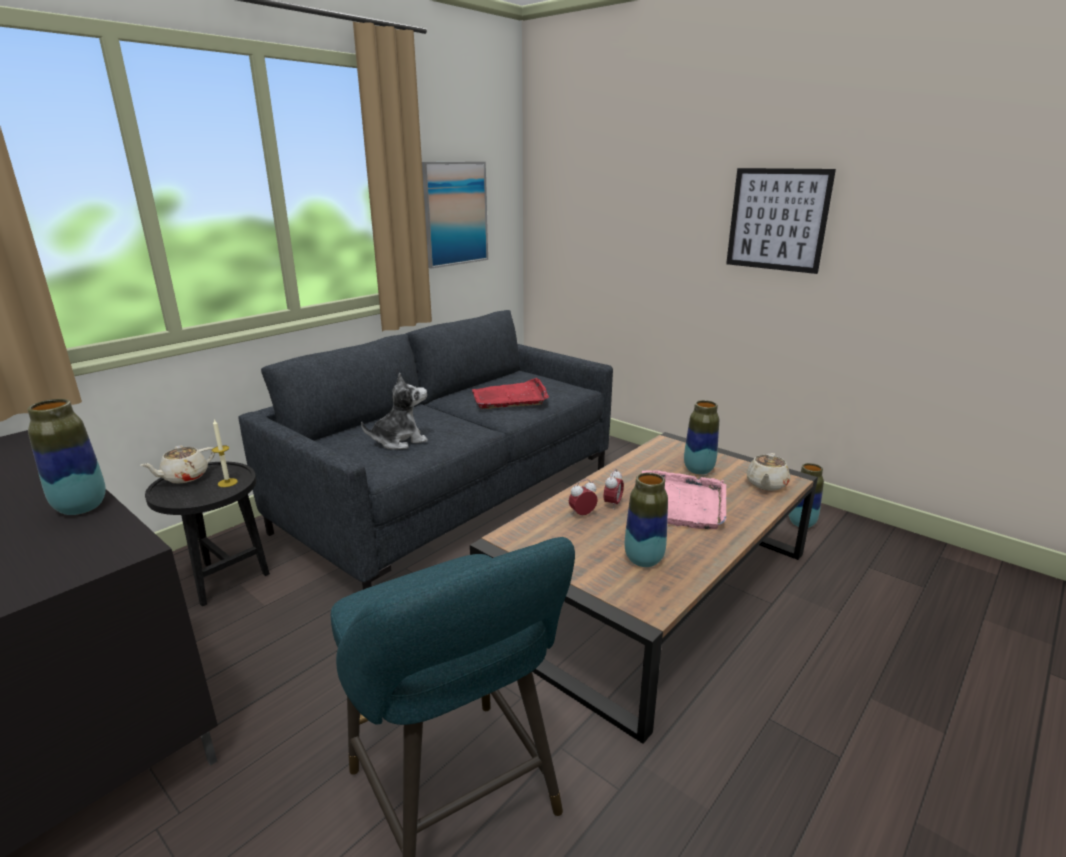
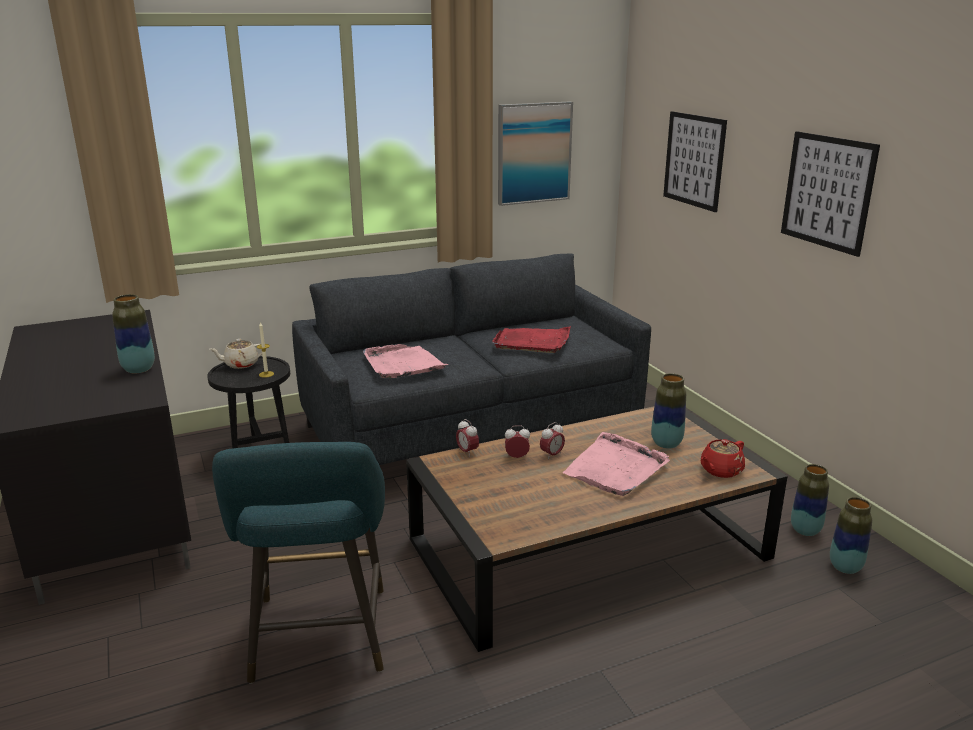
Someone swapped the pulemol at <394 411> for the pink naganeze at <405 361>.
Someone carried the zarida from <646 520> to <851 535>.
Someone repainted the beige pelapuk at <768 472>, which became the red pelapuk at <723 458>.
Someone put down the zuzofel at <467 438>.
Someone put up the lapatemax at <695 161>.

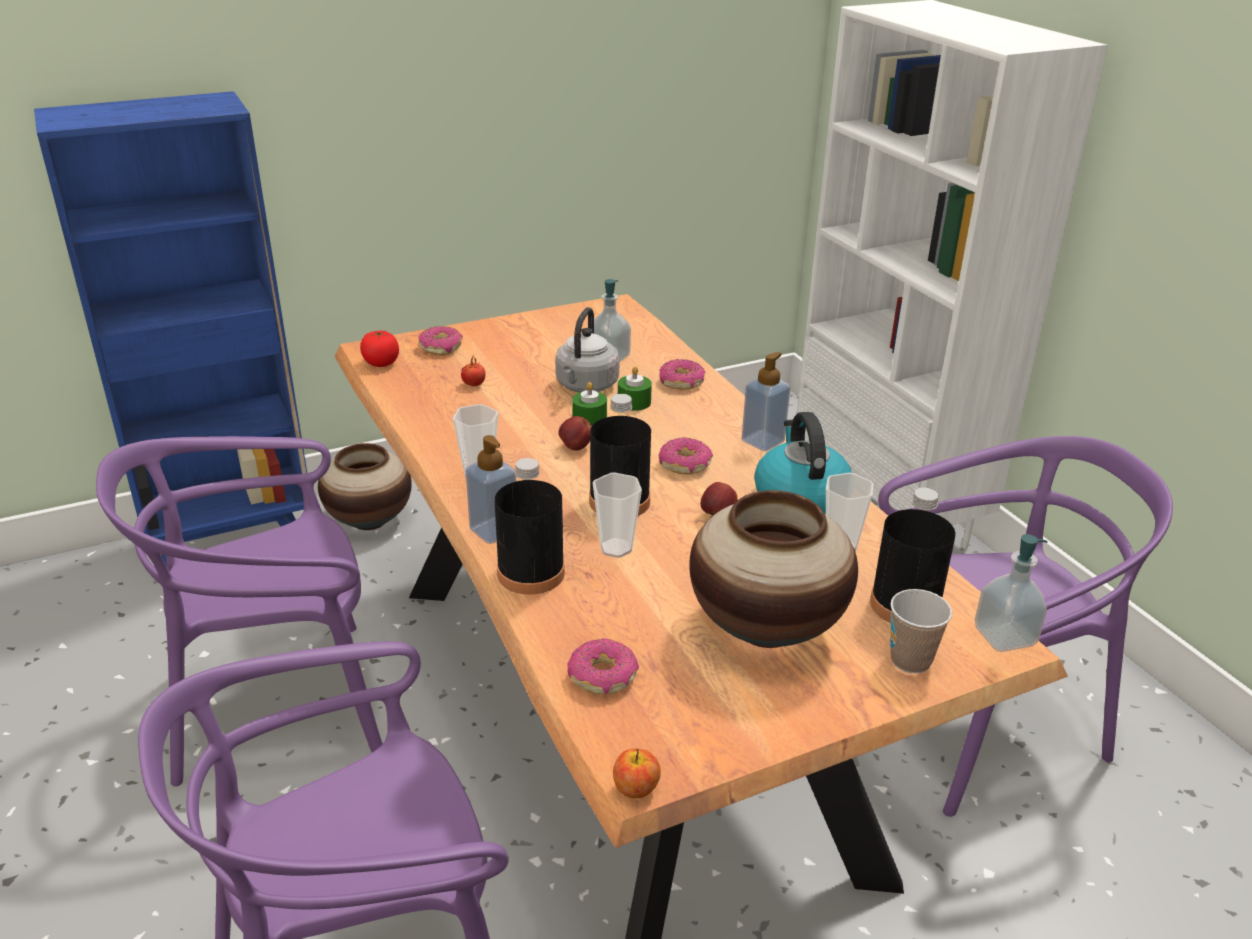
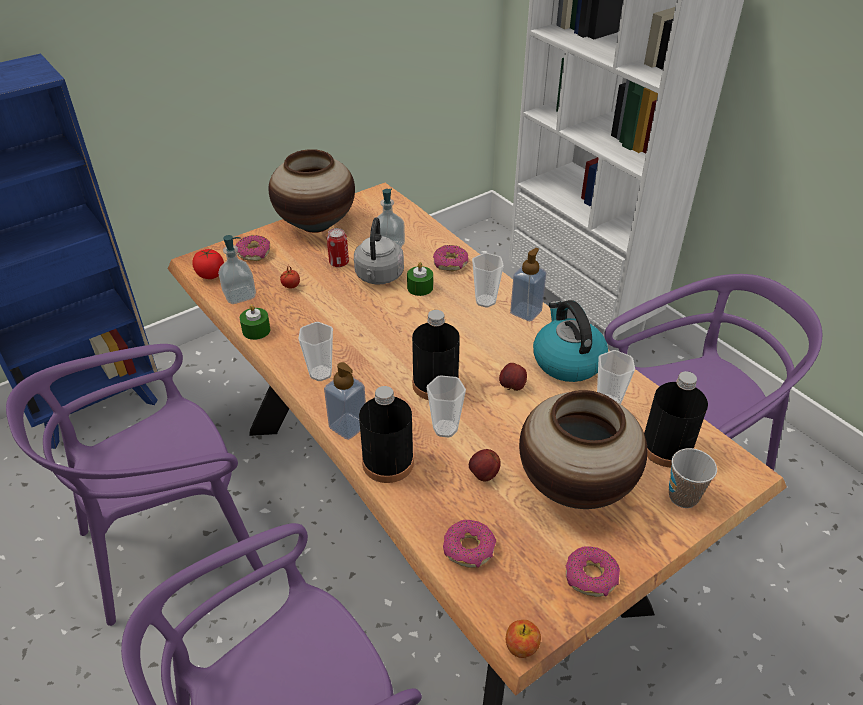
Someone carried the zarida from <365 486> to <311 191>.
Someone carried the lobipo from <575 433> to <485 465>.
Someone carried the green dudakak from <589 403> to <255 322>.
Someone carried the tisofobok from <686 455> to <592 571>.
Someone carried the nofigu from <1011 593> to <237 269>.
Someone put down the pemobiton at <338 247>.
Someone put down the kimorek at <488 280>.

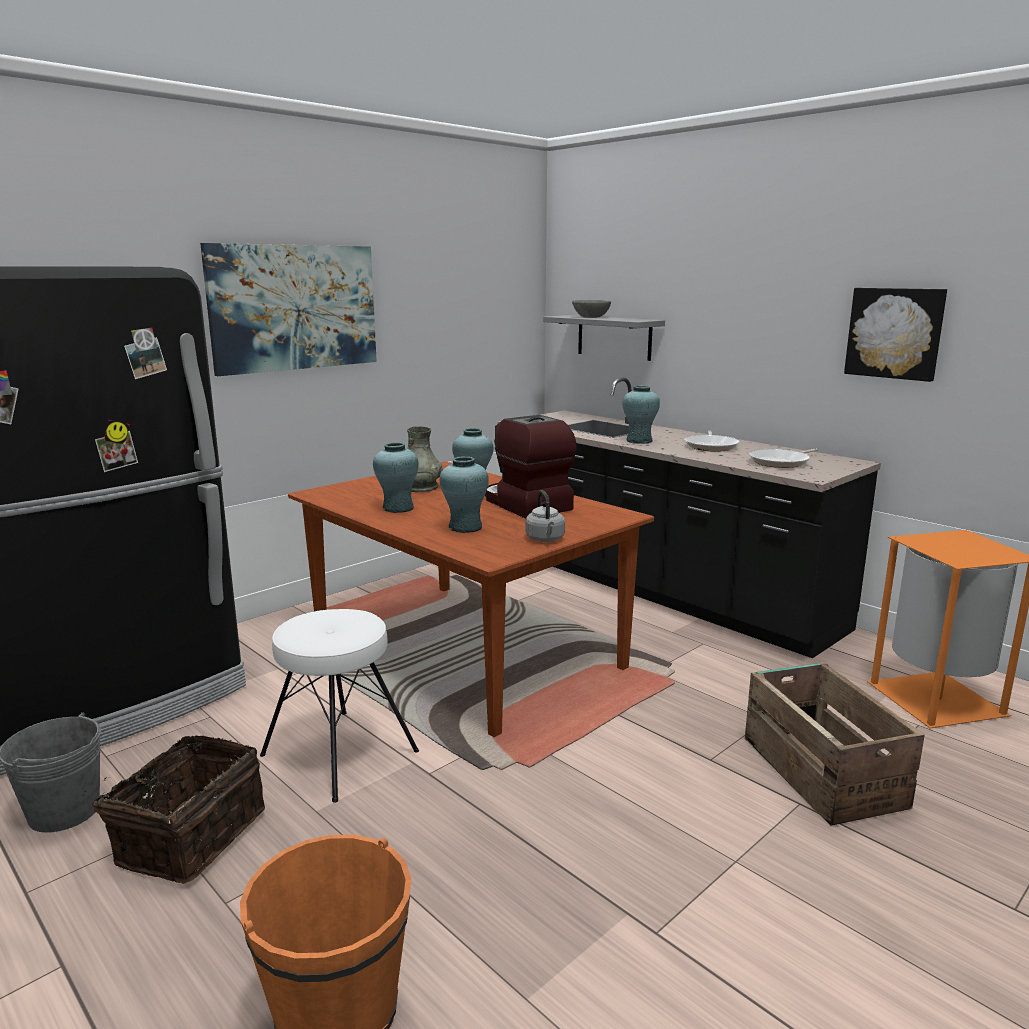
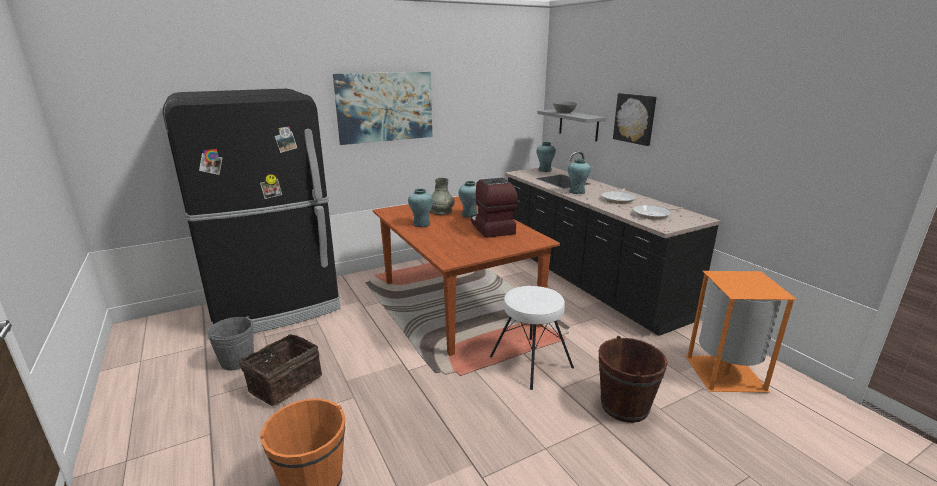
Someone carried the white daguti from <339 706> to <532 338>.
Someone carried the turquoise zarida from <464 494> to <546 157>.
Someone took away the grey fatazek at <545 516>.
Someone swapped the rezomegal at <835 744> for the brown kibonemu at <633 379>.
Someone carried the lapatemax from <895 335> to <635 119>.

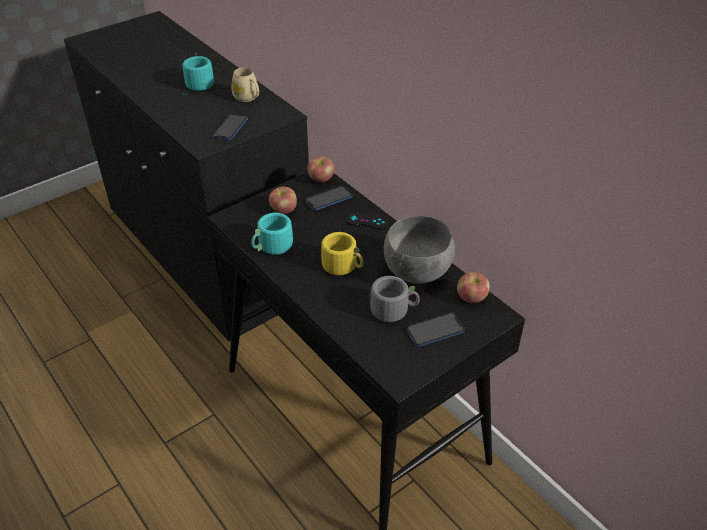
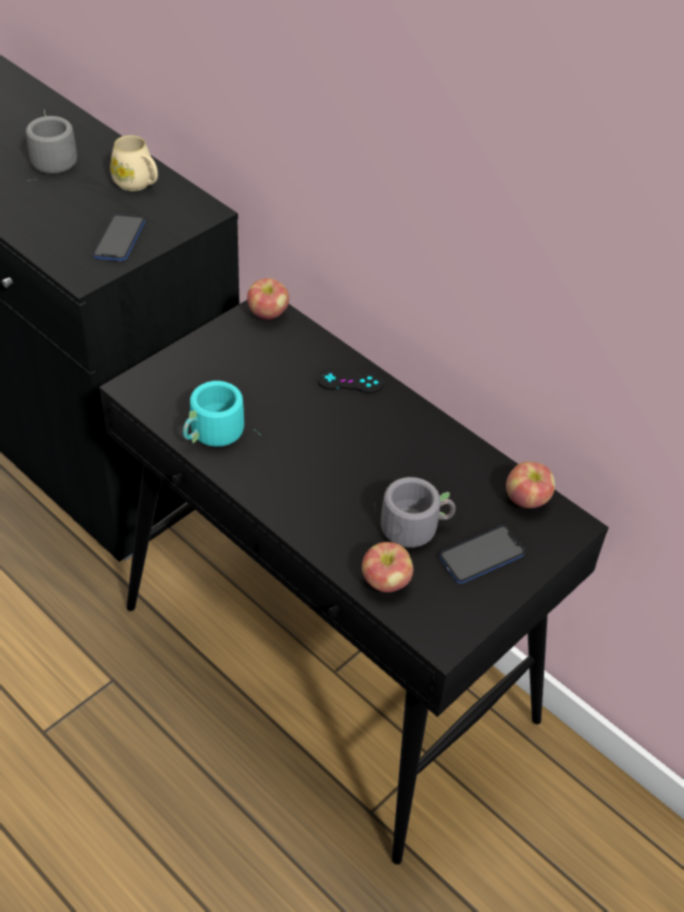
Someone repainted the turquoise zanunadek at <198 73>, which became the grey zanunadek at <51 145>.
Someone carried the lobipo from <283 200> to <387 567>.
Someone took away the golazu at <329 198>.
Someone took away the yellow zanunadek at <342 253>.
Someone took away the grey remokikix at <419 250>.

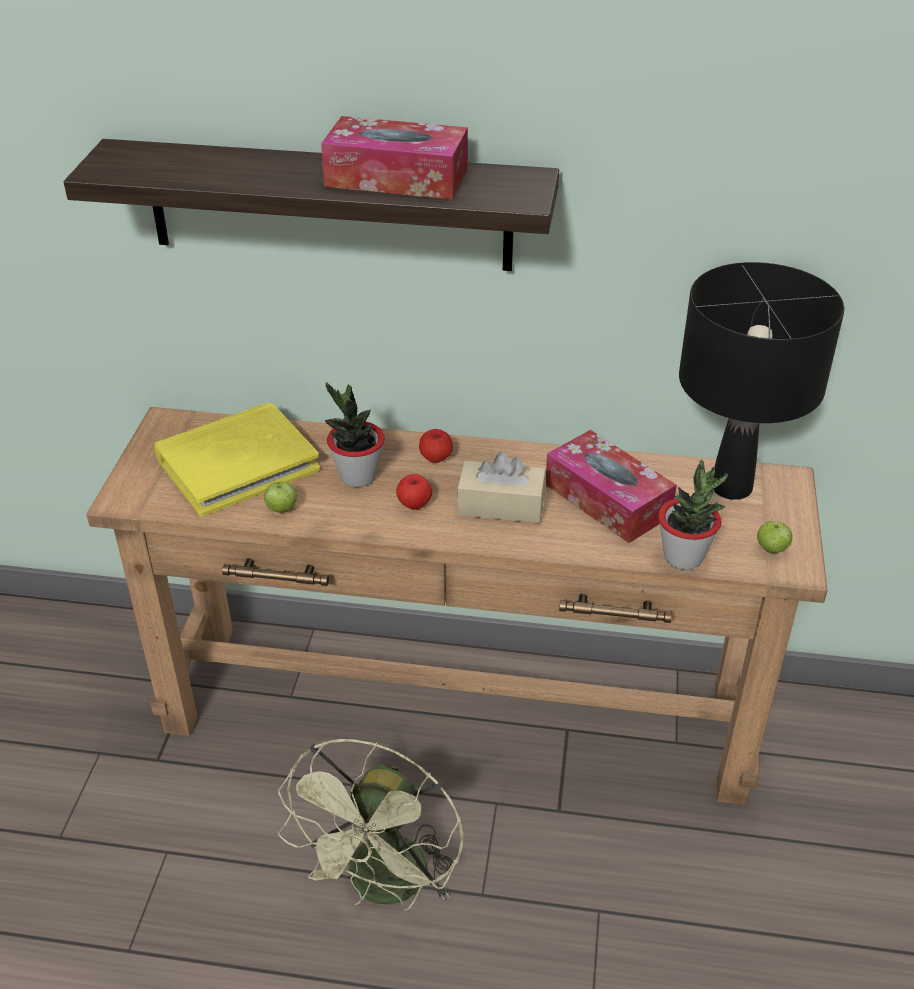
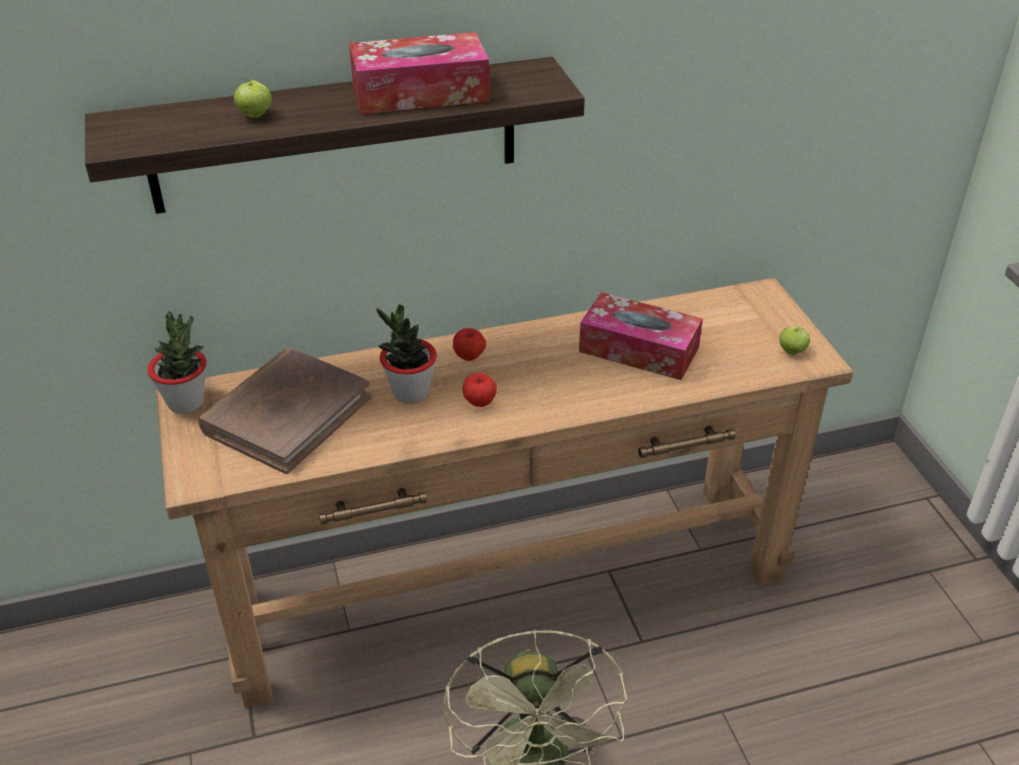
Someone repainted the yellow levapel at <237 460>, which became the brown levapel at <284 411>.
Someone carried the lobipo from <280 496> to <253 98>.
Someone took away the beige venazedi at <501 487>.
Someone carried the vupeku from <693 515> to <176 362>.
Someone took away the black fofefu at <761 381>.

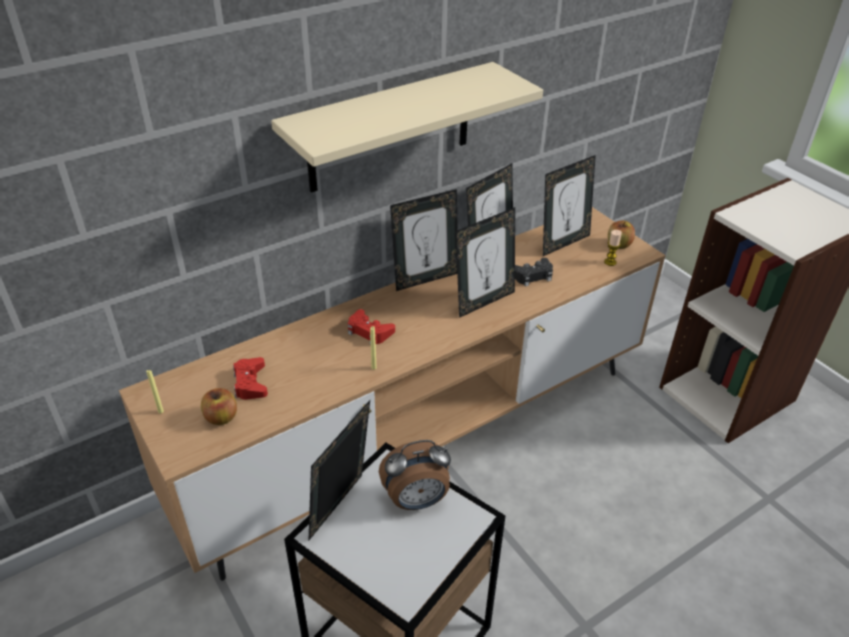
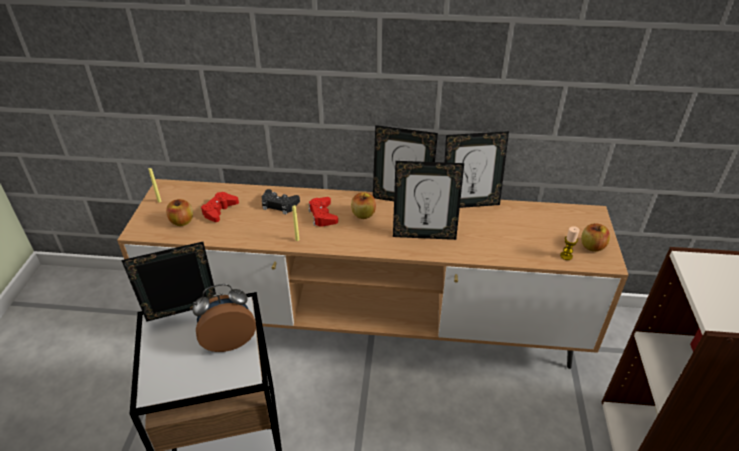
Someone took away the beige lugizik at <407 127>.
Someone rotated the zuzofel at <415 475> by 135 degrees clockwise.
Someone carried the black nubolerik from <534 272> to <281 201>.
Someone took away the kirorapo at <569 205>.
Someone put down the lobipo at <363 205>.

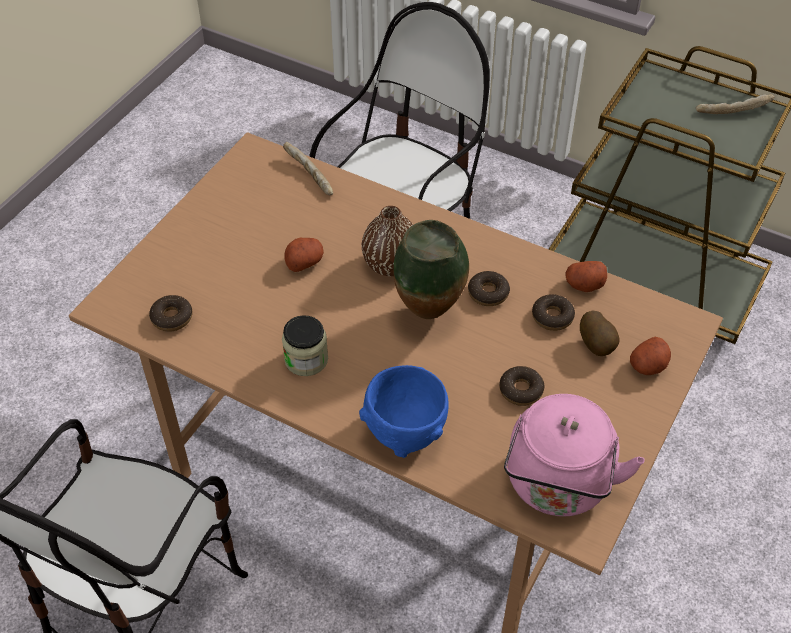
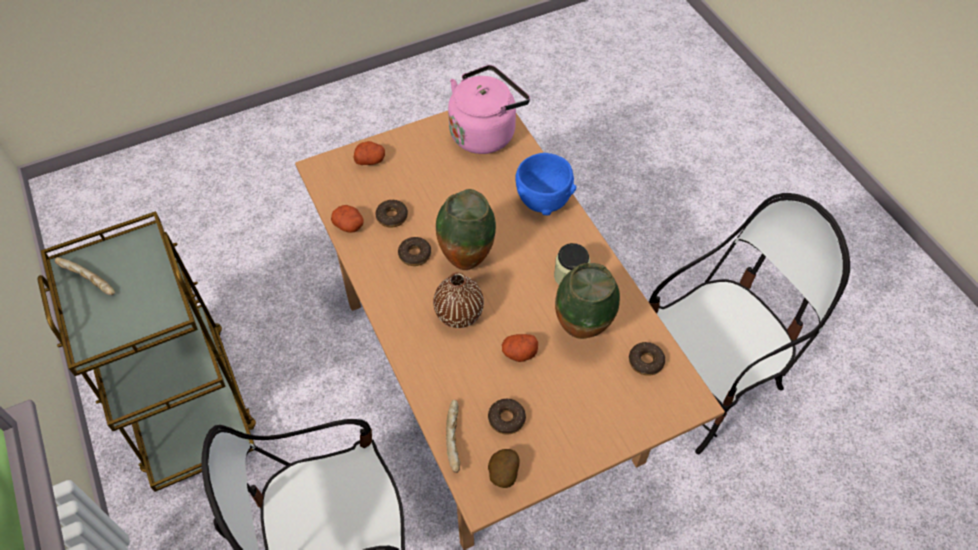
Someone carried the tisofobok from <522 386> to <507 417>.
Someone carried the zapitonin from <600 333> to <504 468>.
Someone put down the zarida at <587 301>.

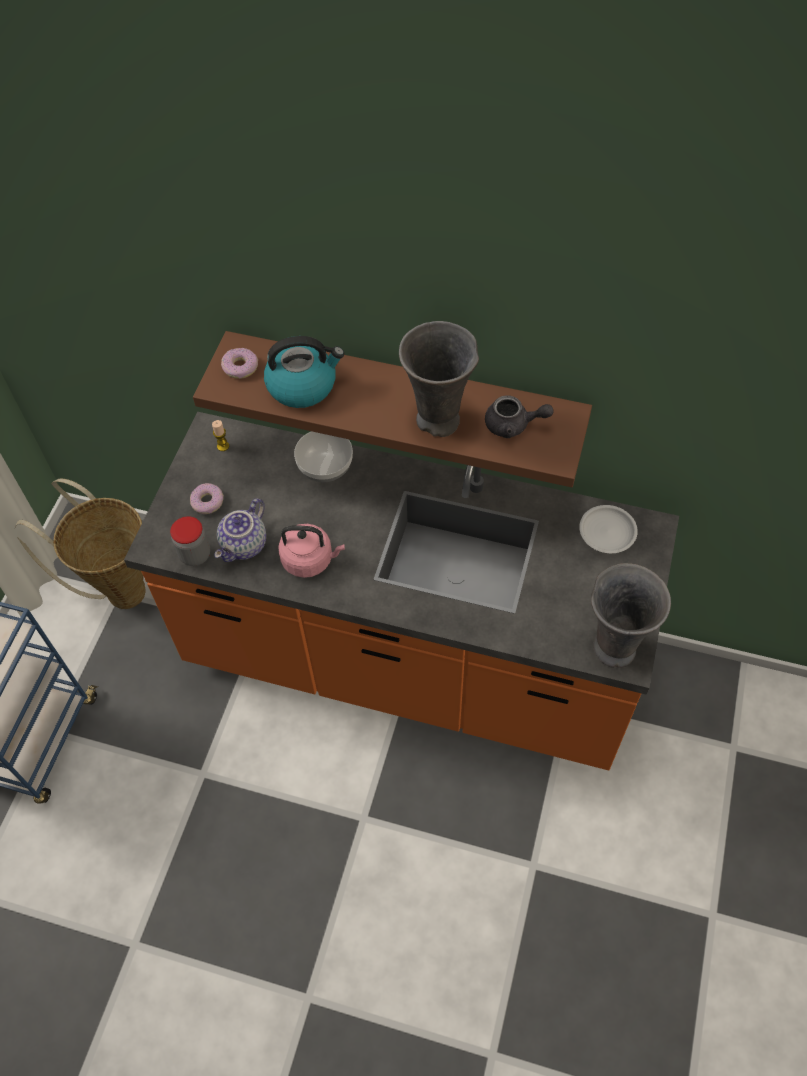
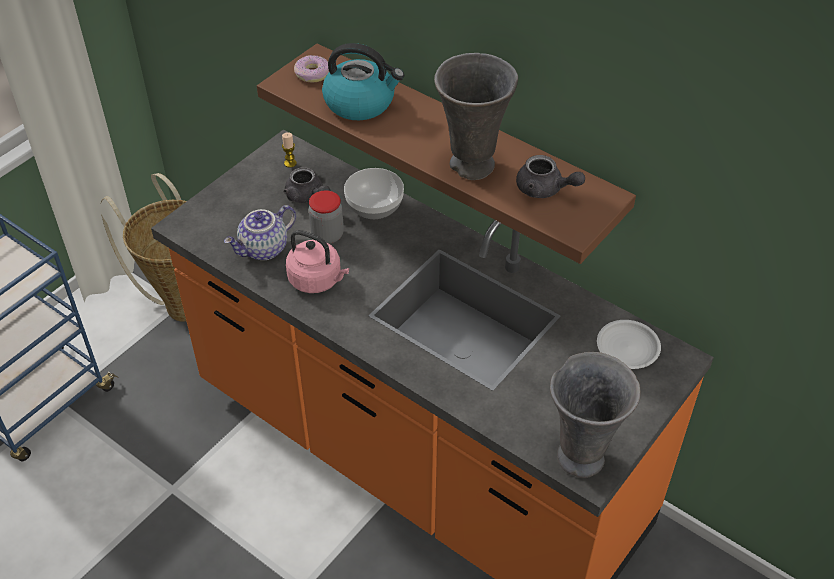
Someone carried the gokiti from <190 541> to <326 217>.
Someone took away the tisofobok at <207 498>.
Someone put down the grey pelapuk at <306 185>.

